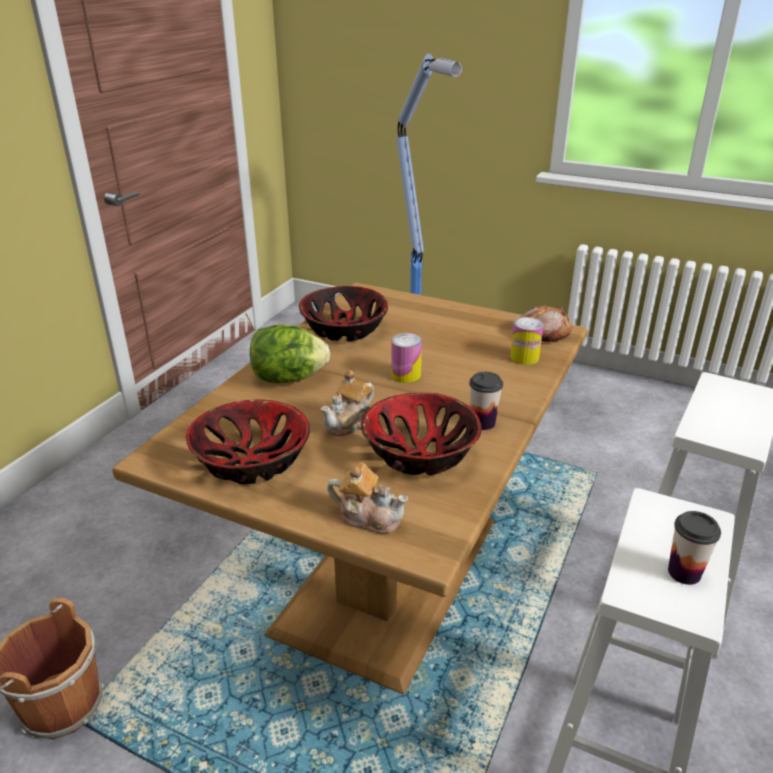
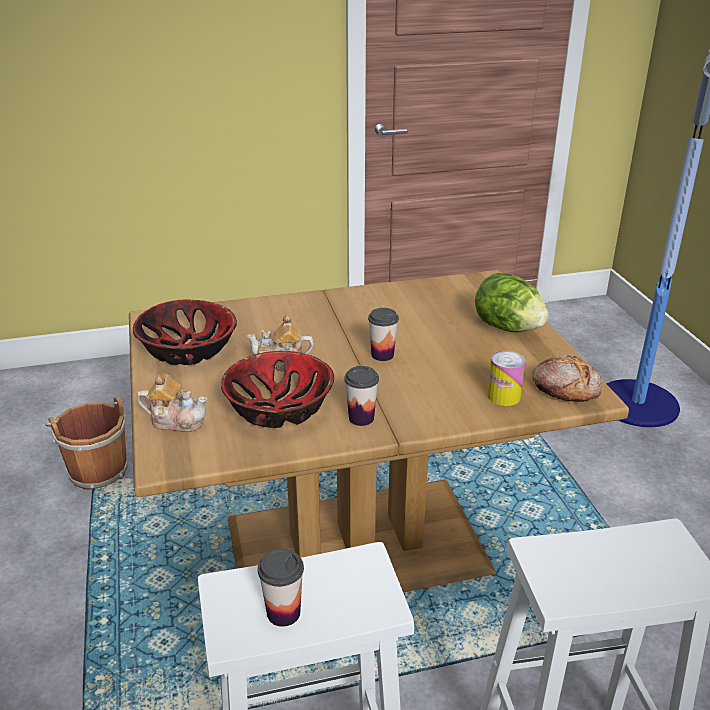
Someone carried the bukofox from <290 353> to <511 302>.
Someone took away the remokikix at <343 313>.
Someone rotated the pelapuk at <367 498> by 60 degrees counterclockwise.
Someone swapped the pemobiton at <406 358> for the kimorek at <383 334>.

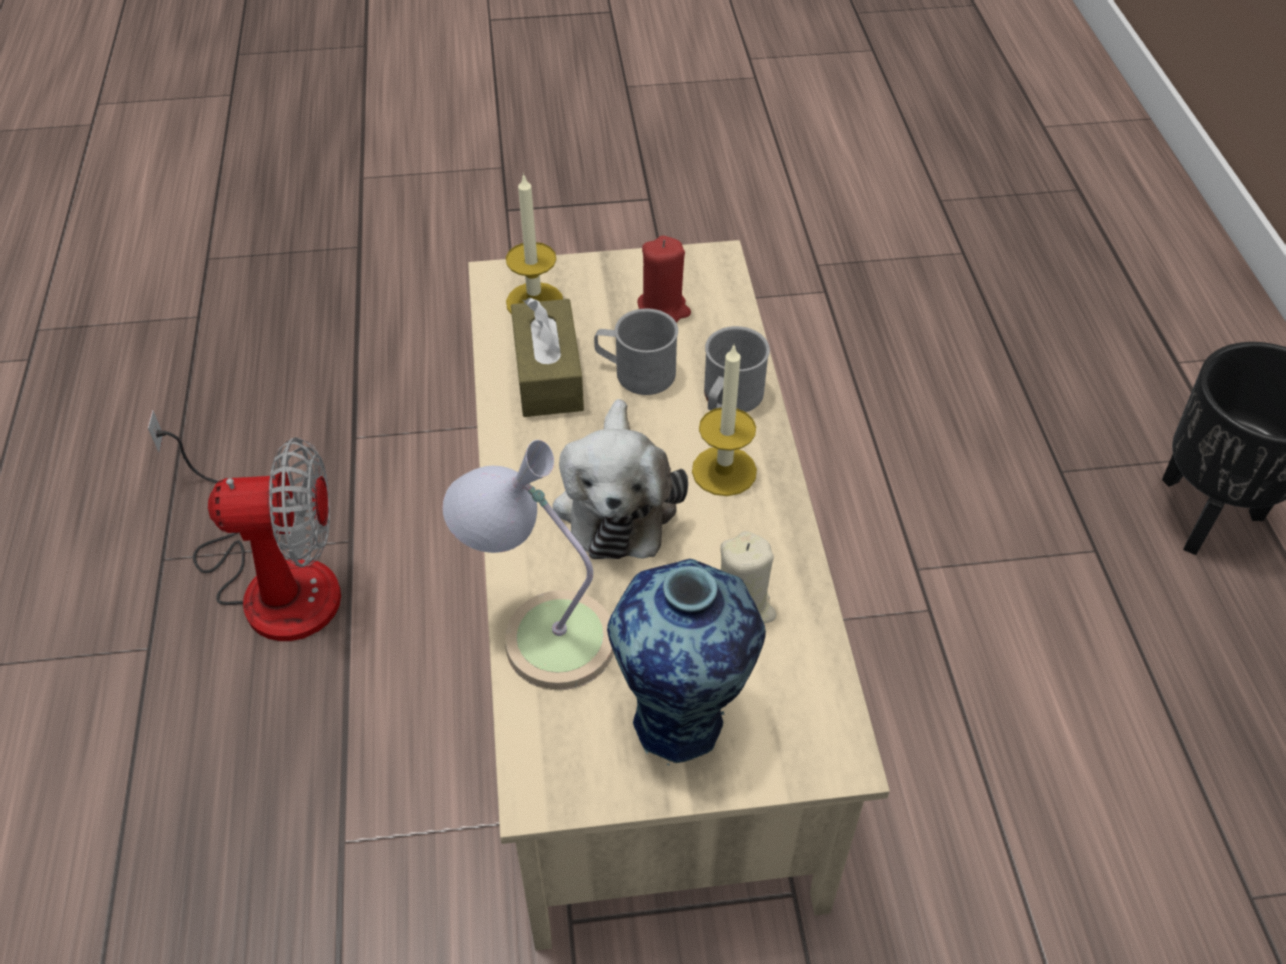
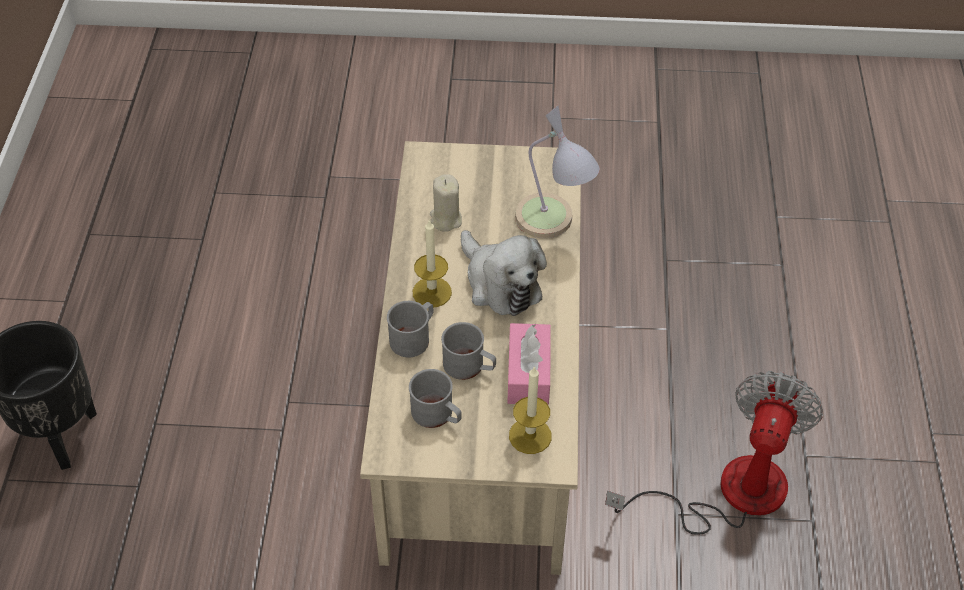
Someone rotated the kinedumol at <244 525> by 105 degrees clockwise.
Someone repainted the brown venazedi at <547 357>, which became the pink venazedi at <529 364>.
Someone rotated the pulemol at <620 479> by 135 degrees clockwise.
Someone took away the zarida at <686 662>.
Someone swapped the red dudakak at <664 279> for the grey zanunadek at <435 398>.

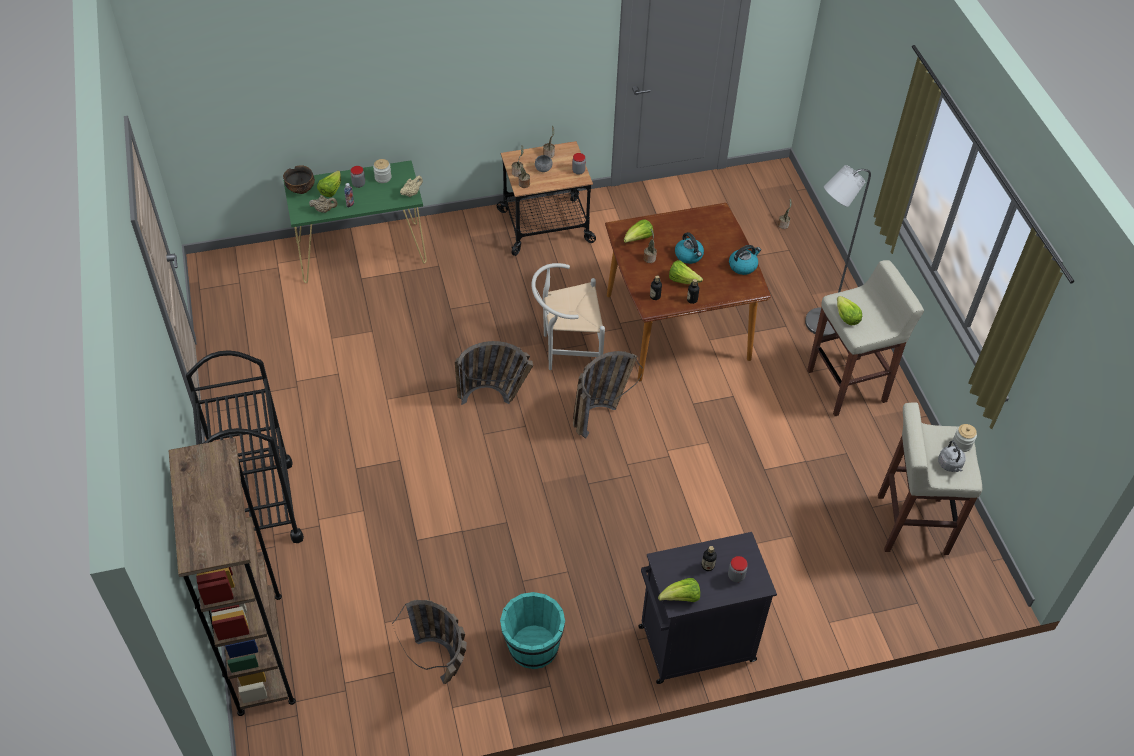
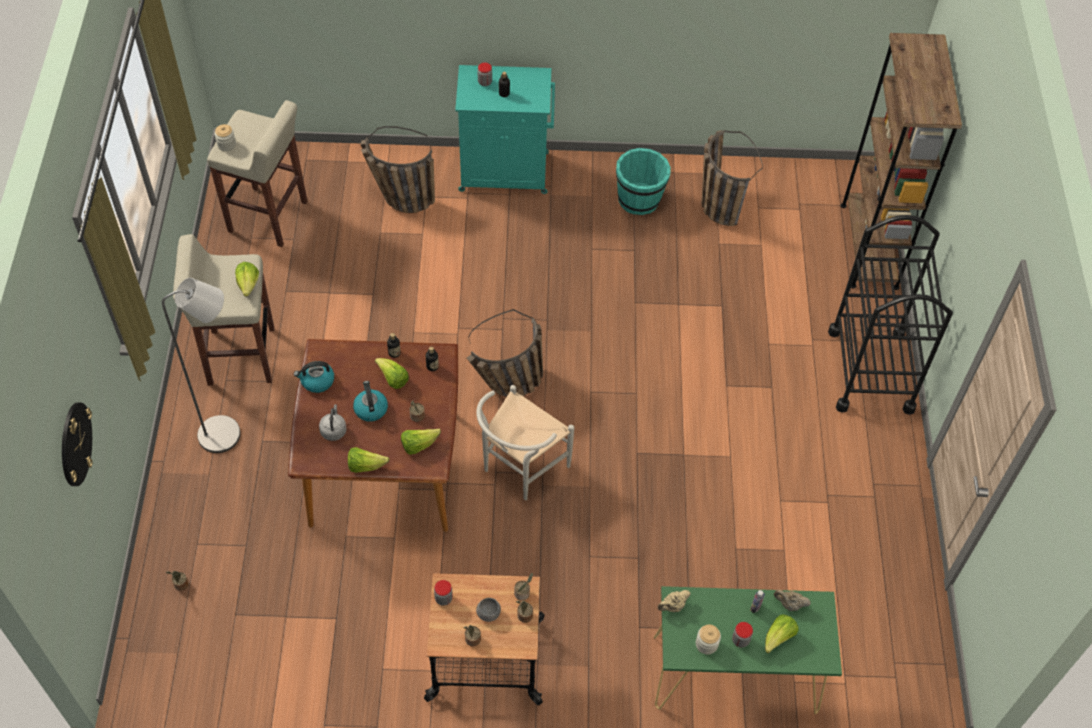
Someone took away the remokikix at <299 179>.
Someone carried the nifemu from <494 373> to <398 169>.
Someone rotated the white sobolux at <568 316> by 120 degrees clockwise.
Someone repainted the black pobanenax at <707 608>, which became the turquoise pobanenax at <505 129>.
Someone carried the bukofox from <679 590> to <369 460>.
Someone carried the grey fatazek from <952 456> to <333 422>.
Someone put up the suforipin at <77 444>.

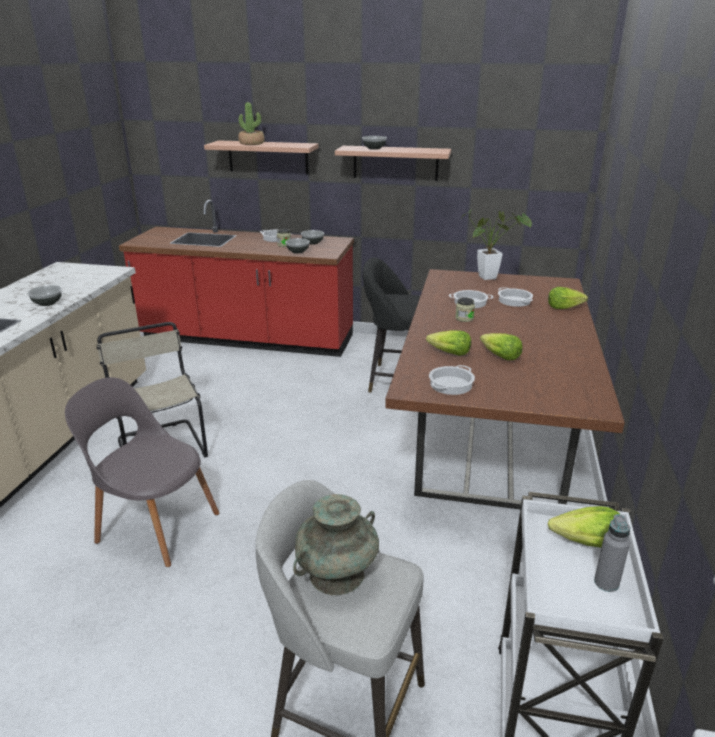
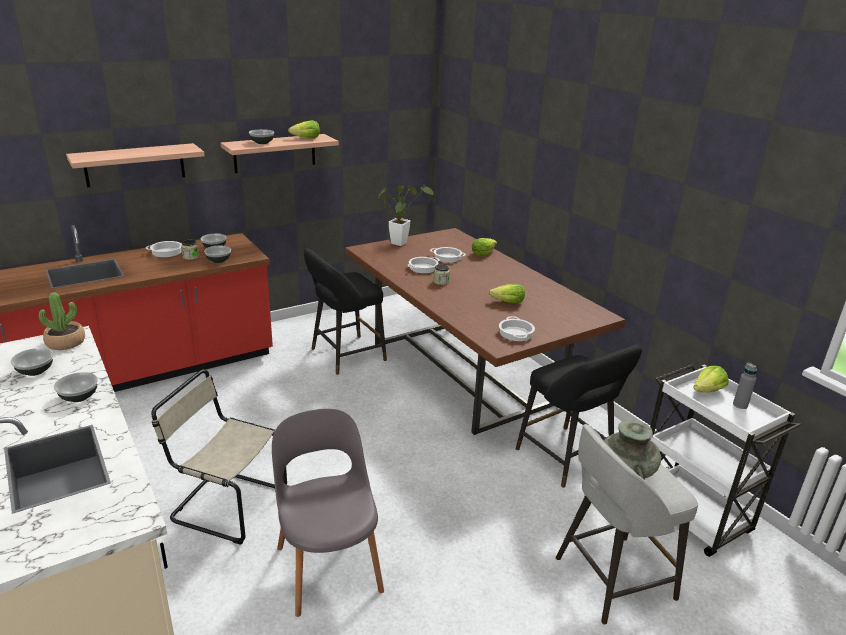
Someone rotated the grey sobolux at <142 472> by 90 degrees clockwise.
Someone carried the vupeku from <251 123> to <62 321>.
Someone carried the bukofox from <448 343> to <304 129>.
Someone put down the remokikix at <32 362>.
Someone put down the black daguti at <579 416>.

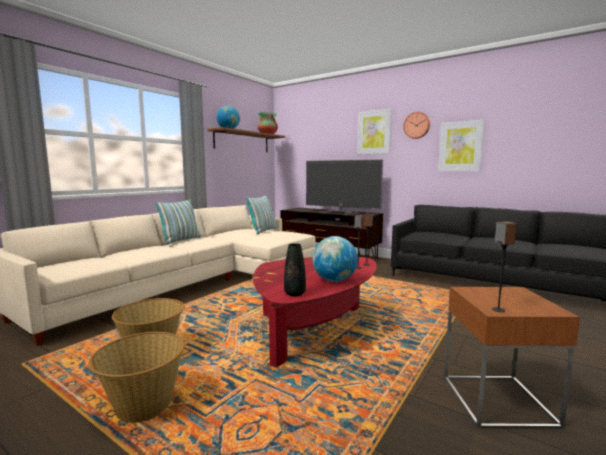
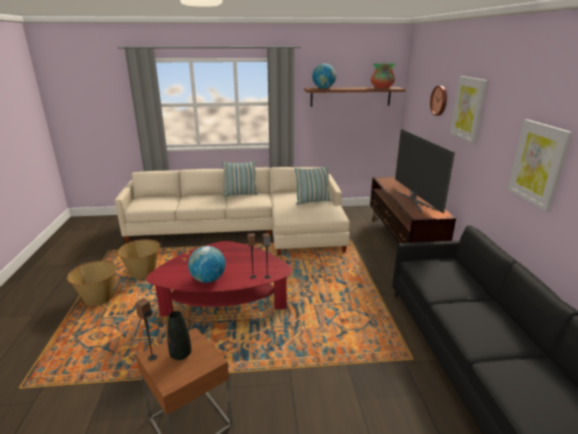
Someone carried the black zarida from <295 269> to <179 335>.
Someone carried the suforipin from <416 125> to <438 101>.

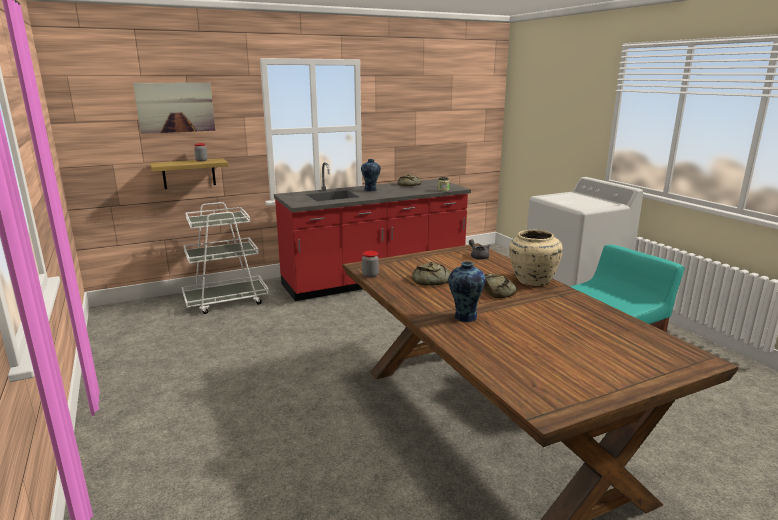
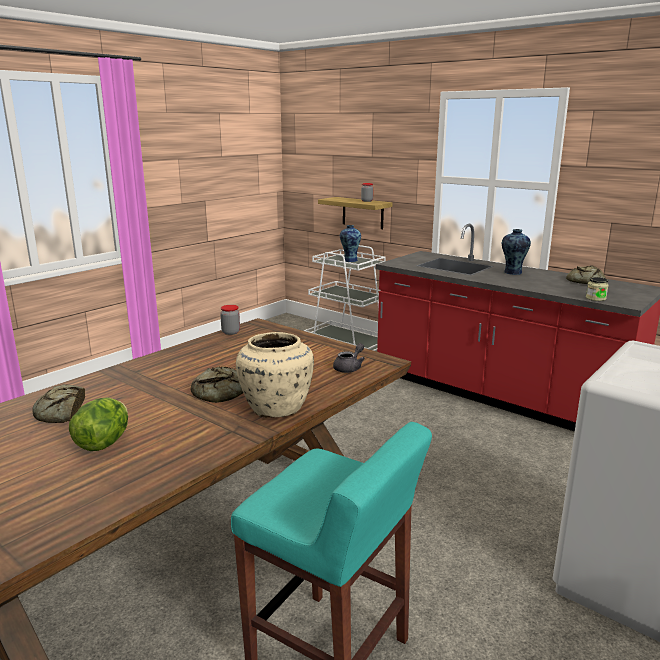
Someone took away the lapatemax at <174 108>.
Someone carried the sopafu from <431 274> to <58 403>.
Someone carried the zarida from <466 291> to <350 243>.
Someone put down the bukofox at <98 424>.

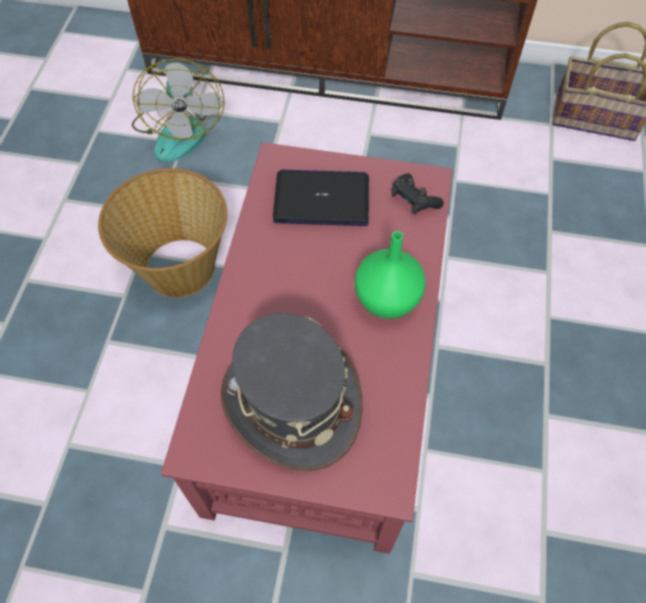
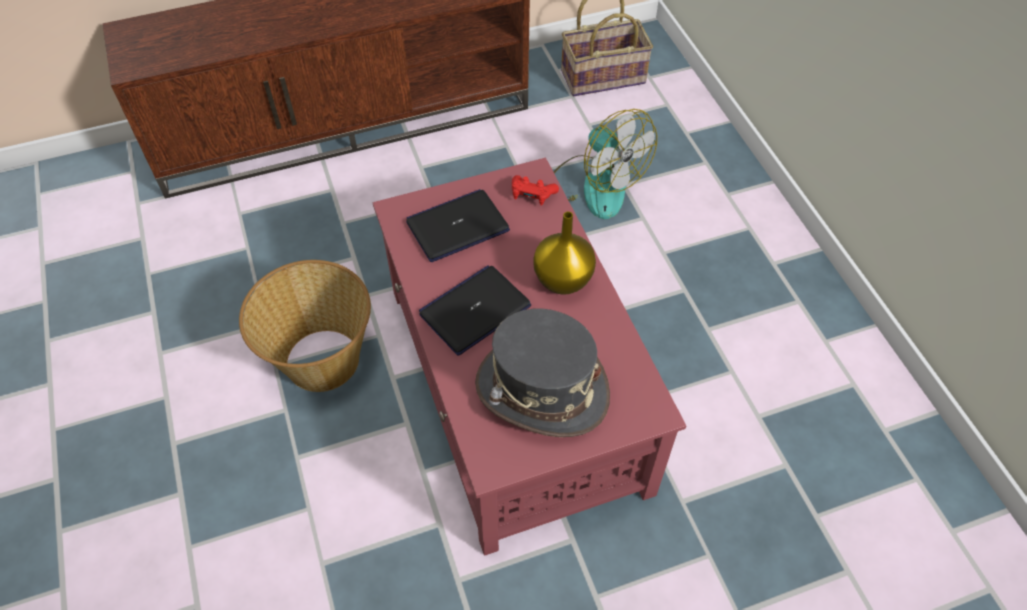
Someone carried the kinedumol from <178 110> to <605 164>.
Someone repainted the green zarida at <390 275>, which became the yellow zarida at <564 253>.
Someone repainted the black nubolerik at <418 194>, which became the red nubolerik at <535 190>.
Someone put down the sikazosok at <475 311>.

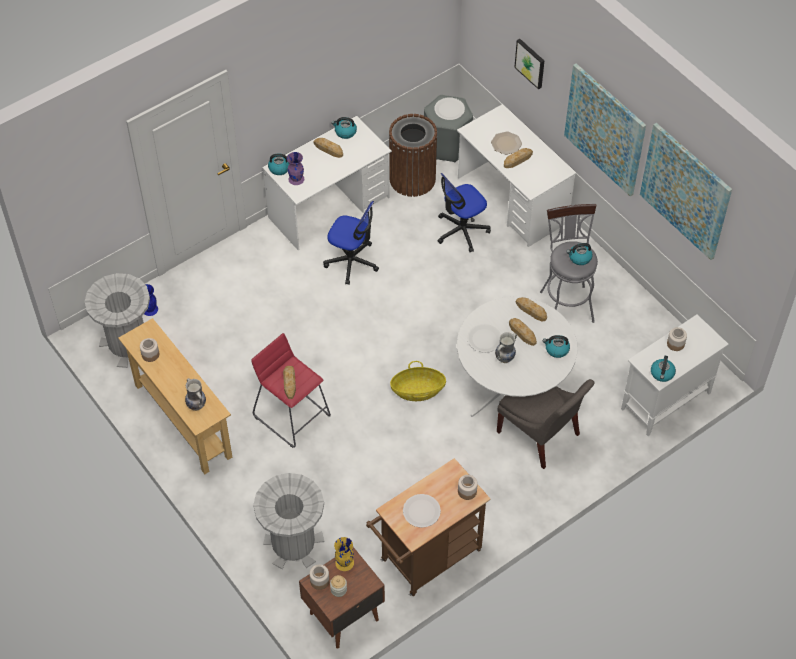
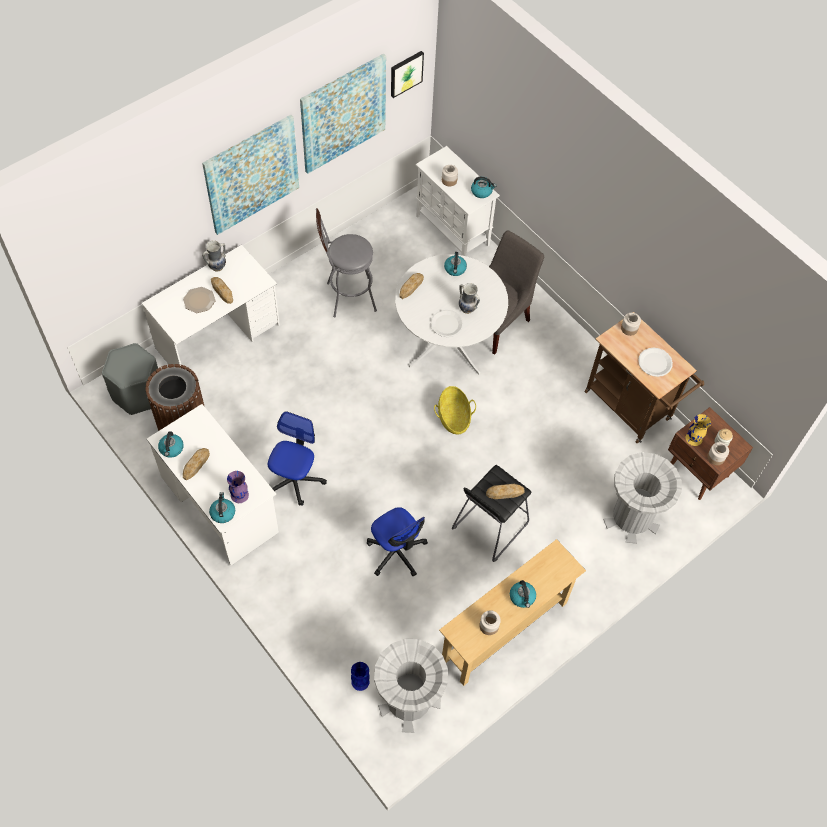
Someone carried the zarida from <195 394> to <214 256>.
Someone repainted the red daguti at <291 390>, which became the black daguti at <492 513>.
Someone took away the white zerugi at <449 109>.
Someone carried the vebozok from <464 212> to <397 541>.
Someone took away the sopafu at <523 332>.
Someone carried the lapatemax from <529 64> to <407 74>.
Someone carried the fatazek from <579 254> to <523 594>.

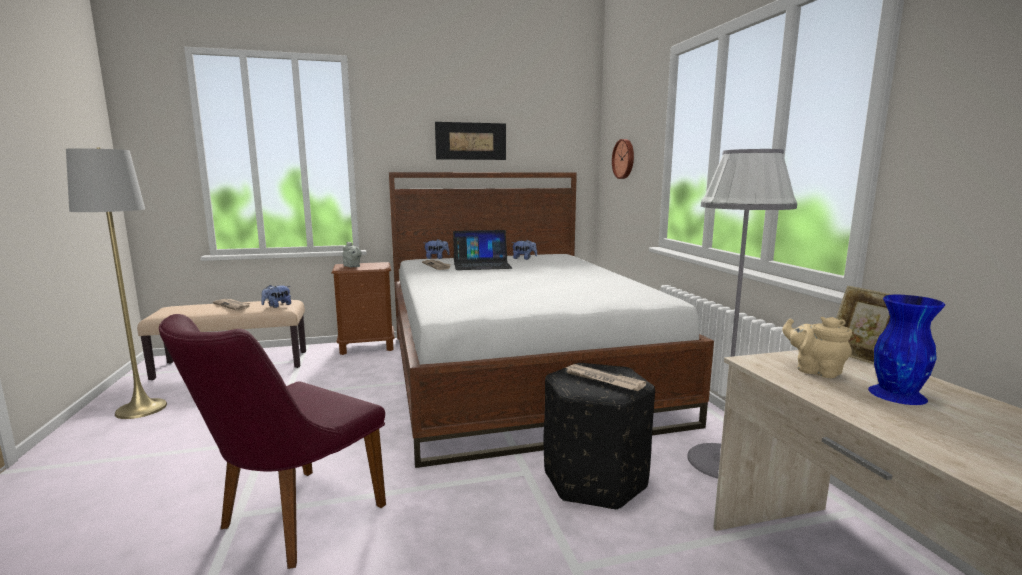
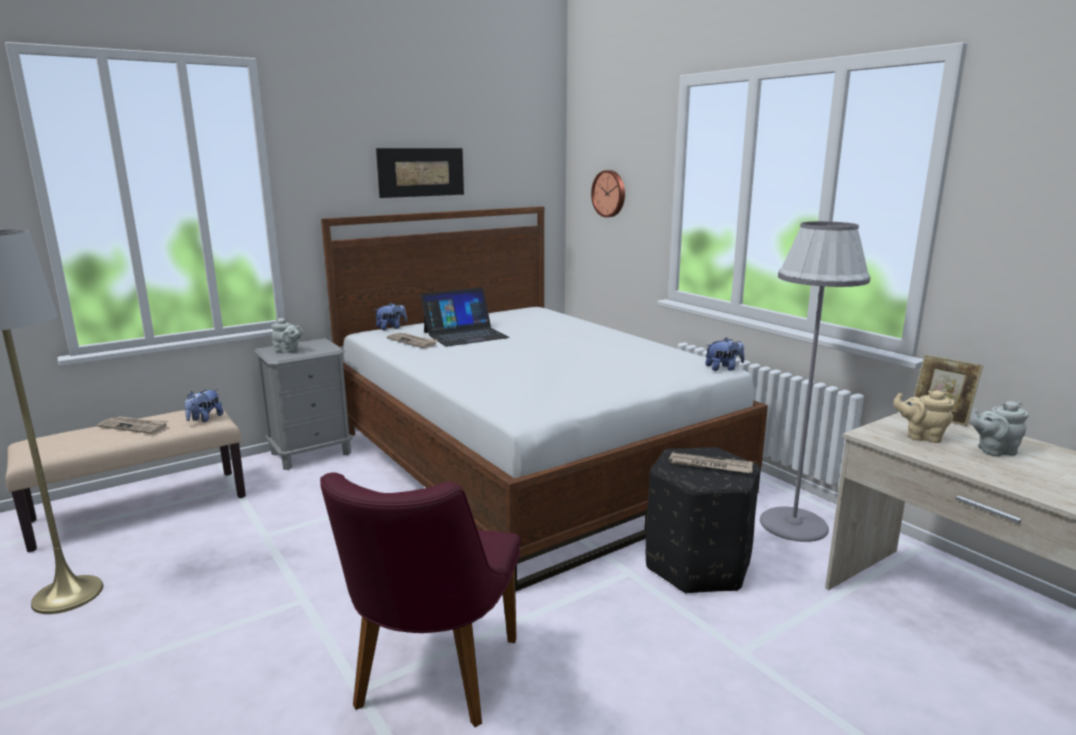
Someone repainted the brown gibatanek at <363 308>, which became the grey gibatanek at <303 404>.
Someone carried the pulemol from <524 250> to <725 354>.
Someone swapped the blue zarida at <906 350> for the grey pelapuk at <999 429>.

